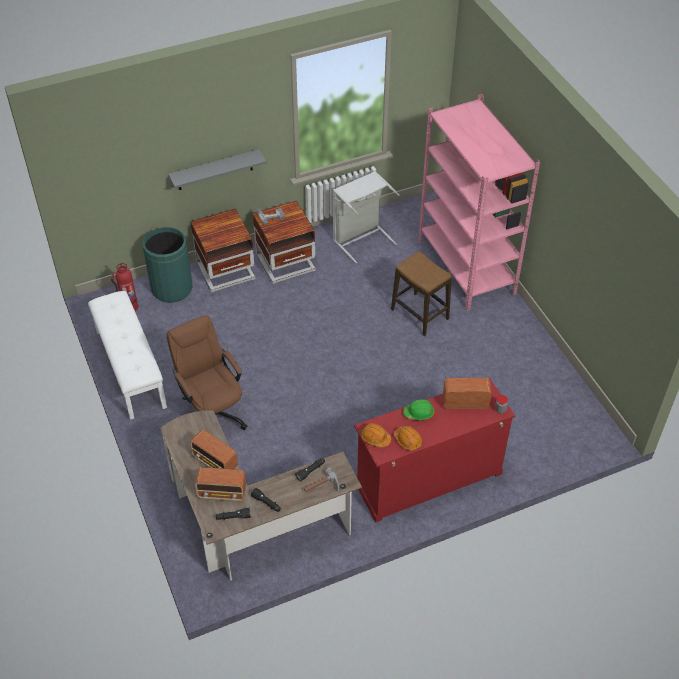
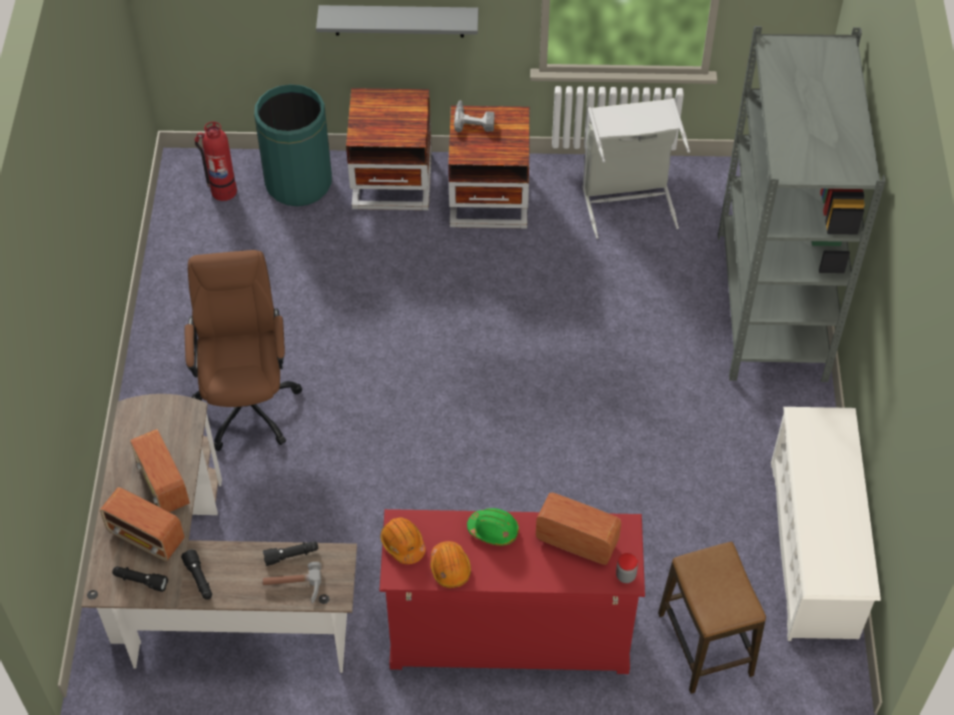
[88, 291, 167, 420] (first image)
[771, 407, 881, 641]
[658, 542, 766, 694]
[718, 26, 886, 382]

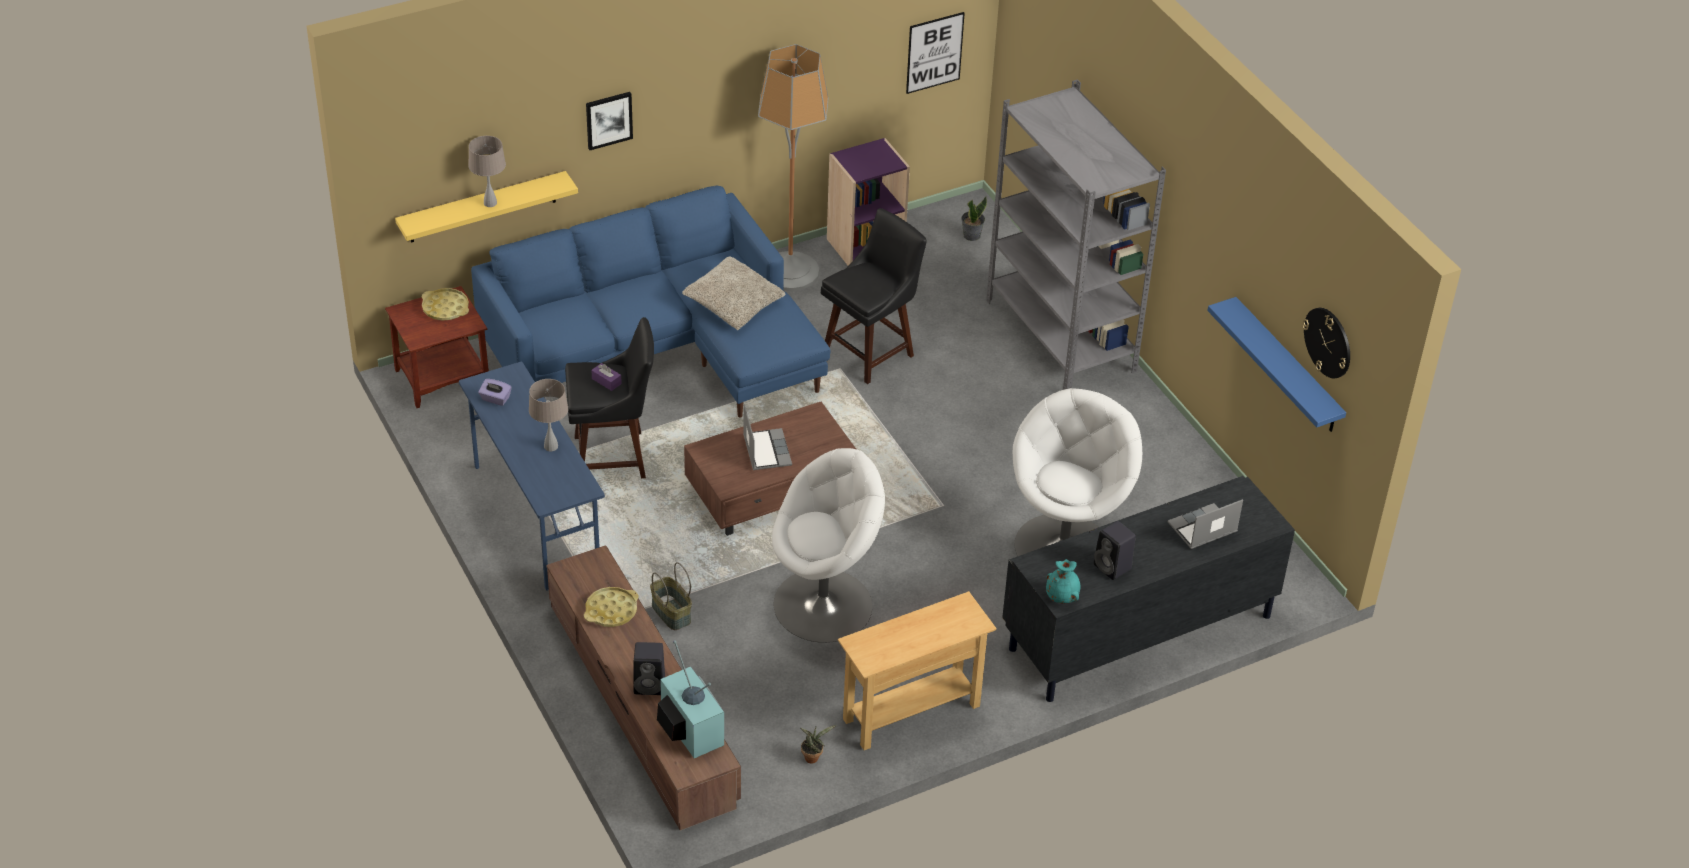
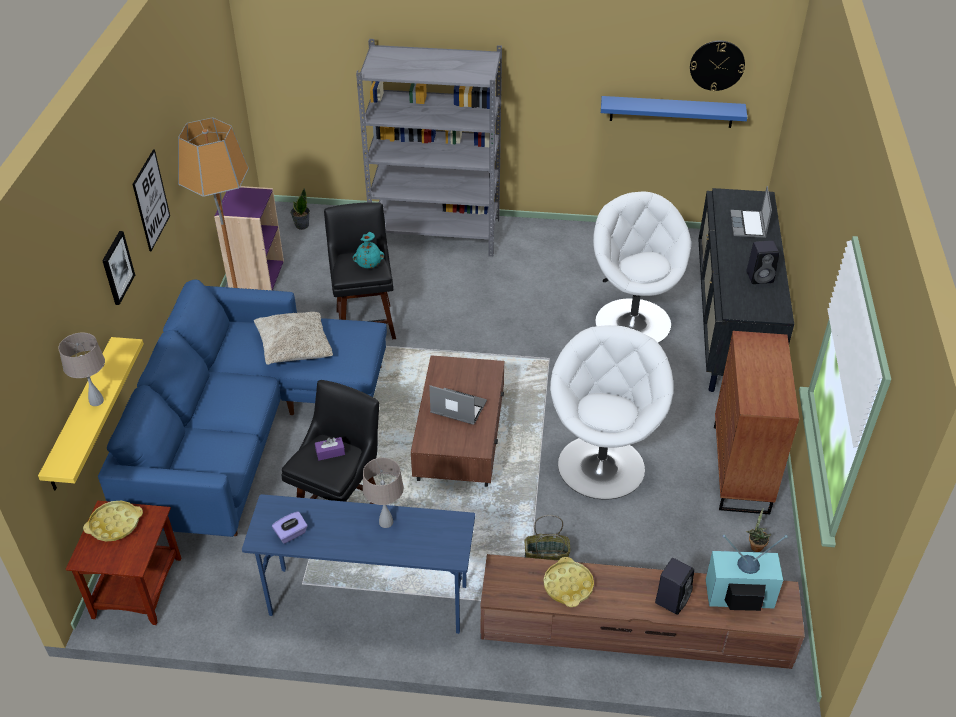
[132, 150, 170, 251]
[353, 232, 384, 268]
[714, 331, 799, 514]

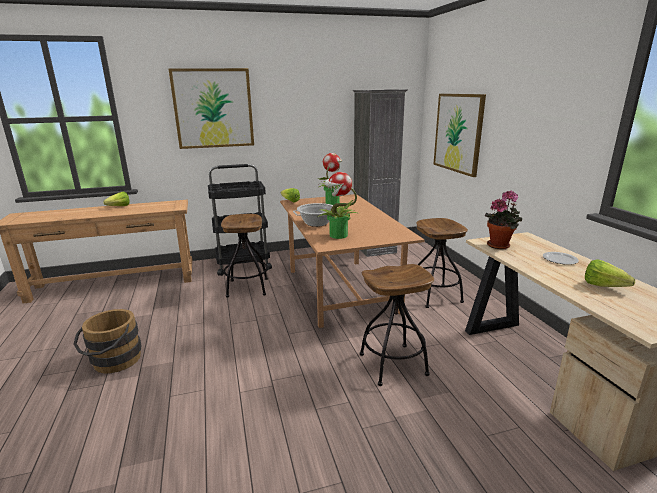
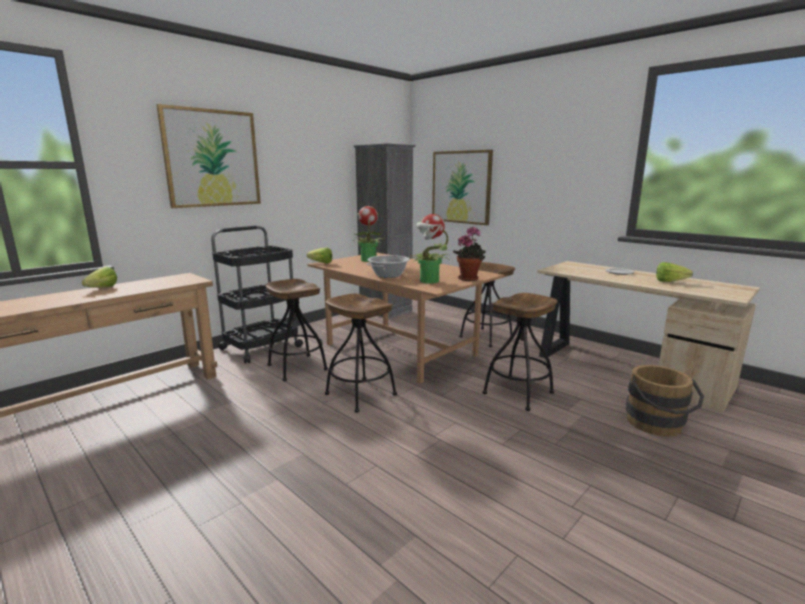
[325, 293, 397, 413]
[626, 365, 704, 436]
[453, 227, 486, 281]

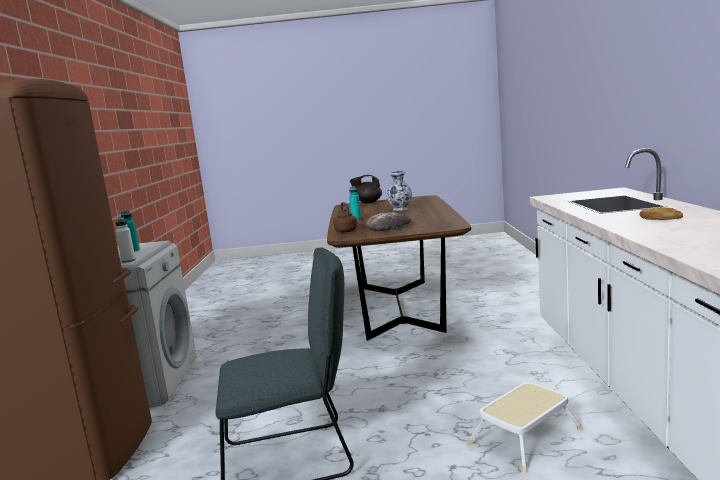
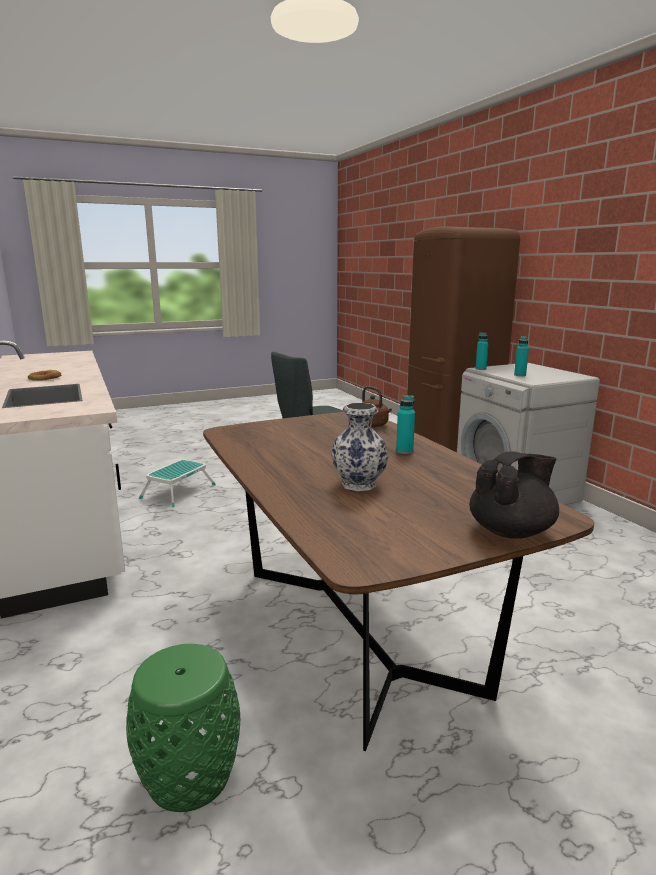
[365, 212, 412, 231] (first image)
[126, 644, 240, 812]
[475, 332, 489, 370]
[139, 459, 216, 507]

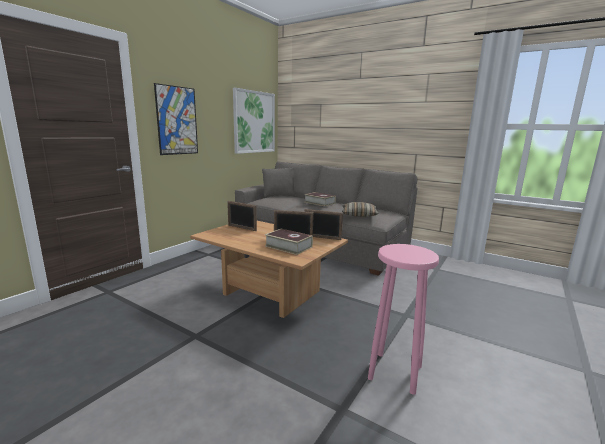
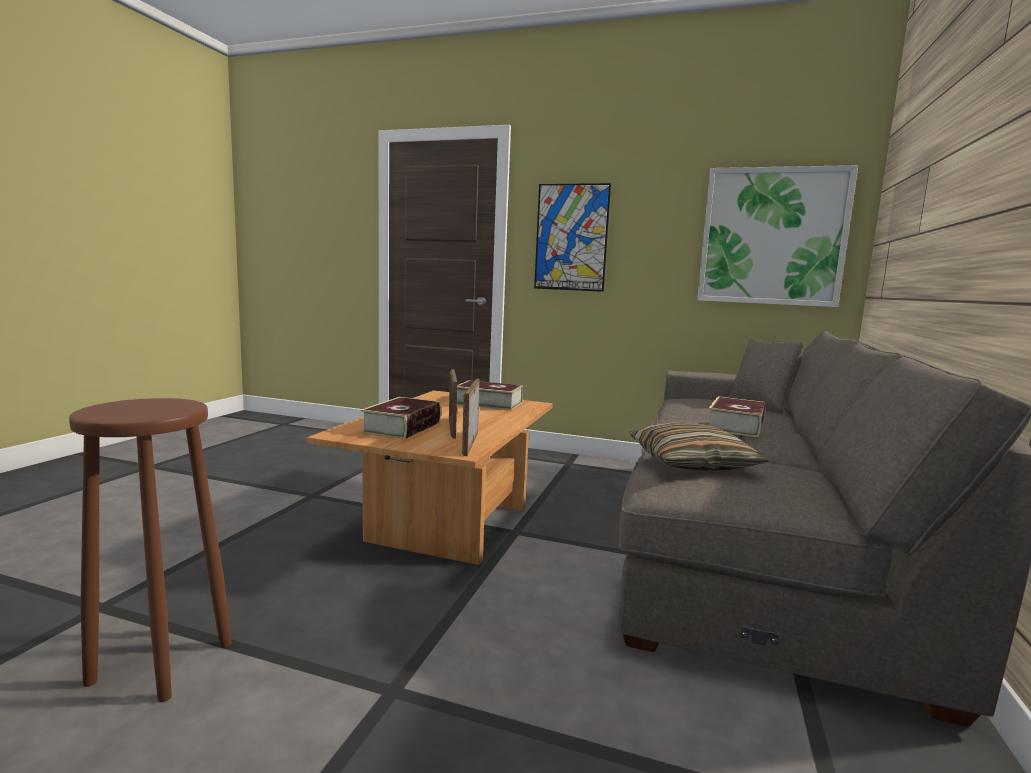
[457, 380, 523, 411]
[69, 398, 232, 702]

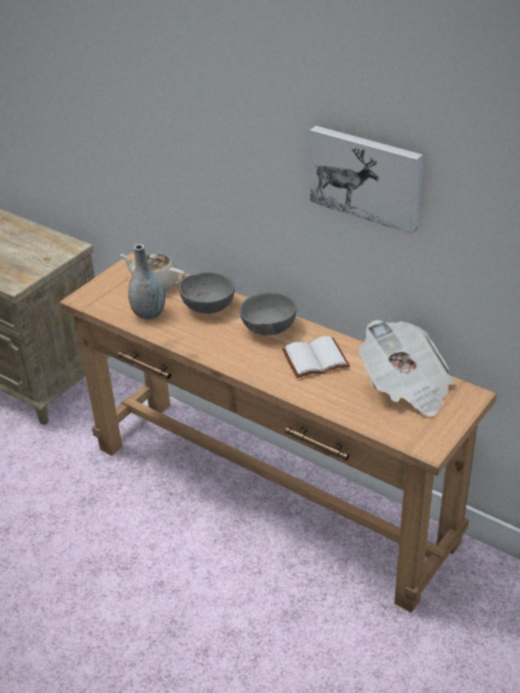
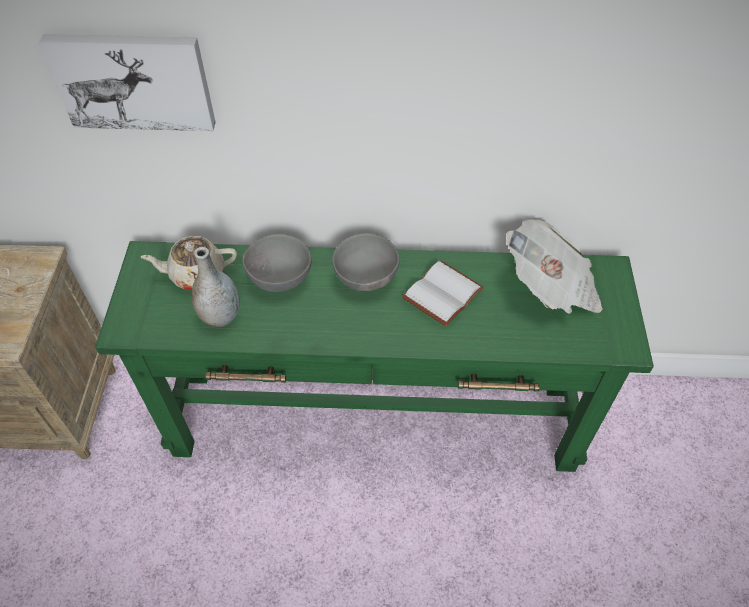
[38, 34, 216, 131]
[95, 241, 654, 472]

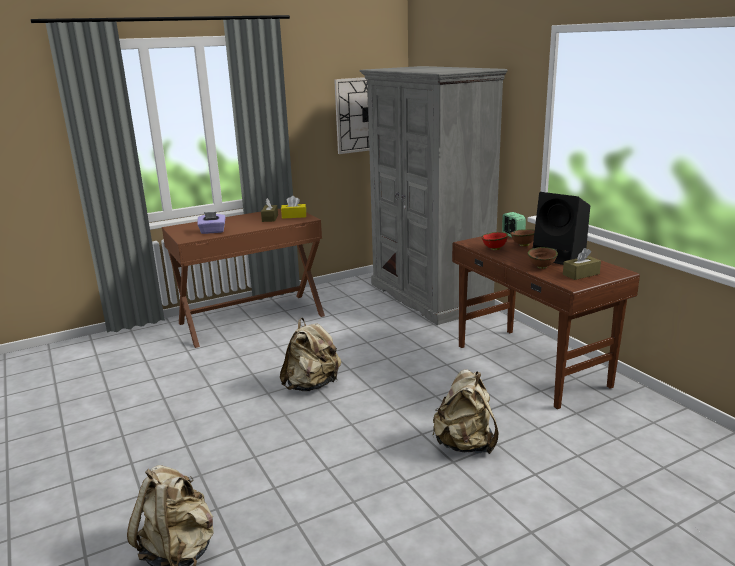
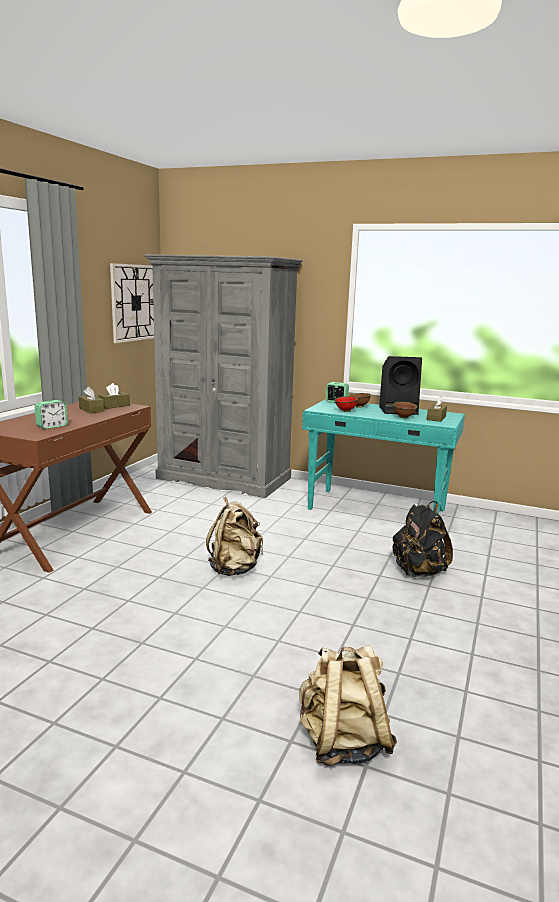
[35, 400, 68, 429]
[98, 383, 130, 409]
[393, 501, 453, 577]
[302, 399, 465, 514]

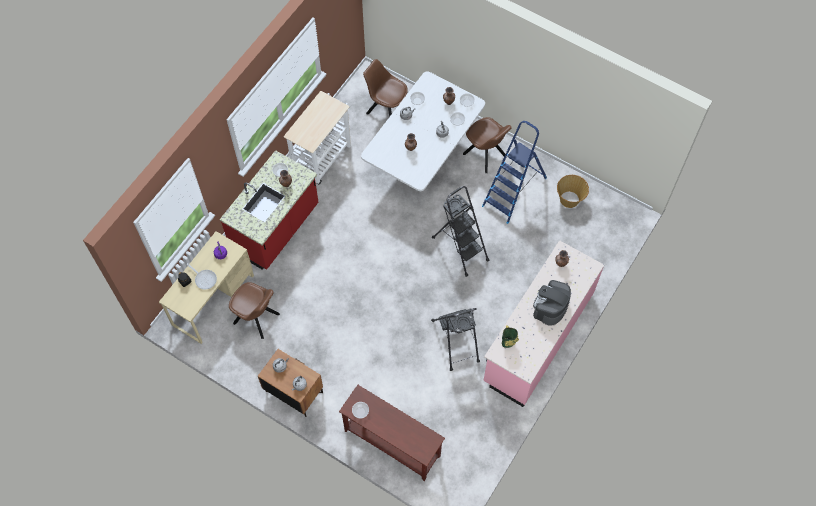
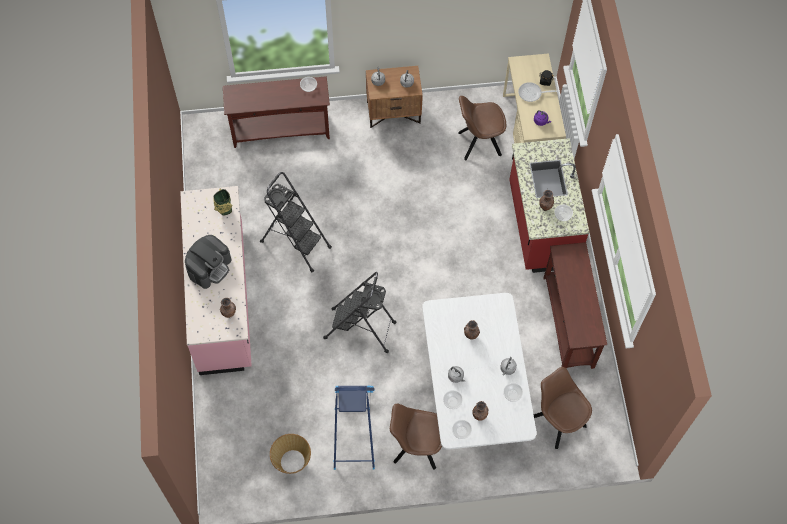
[543, 242, 607, 369]
[534, 367, 592, 449]
[185, 235, 231, 289]

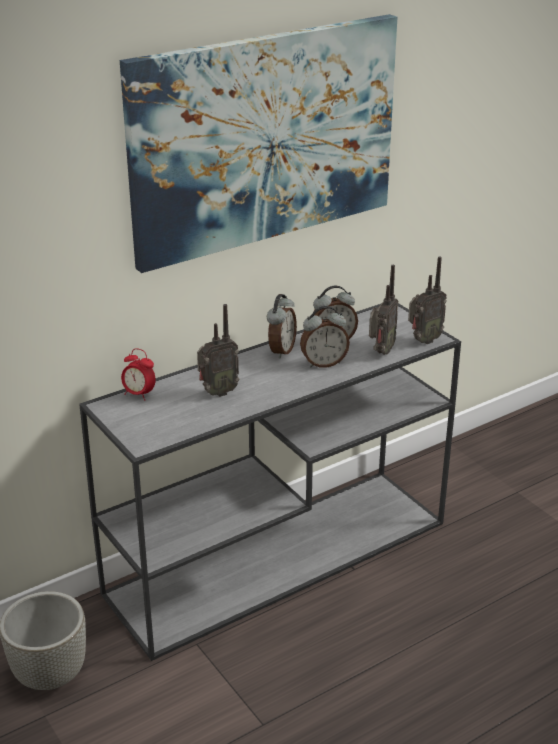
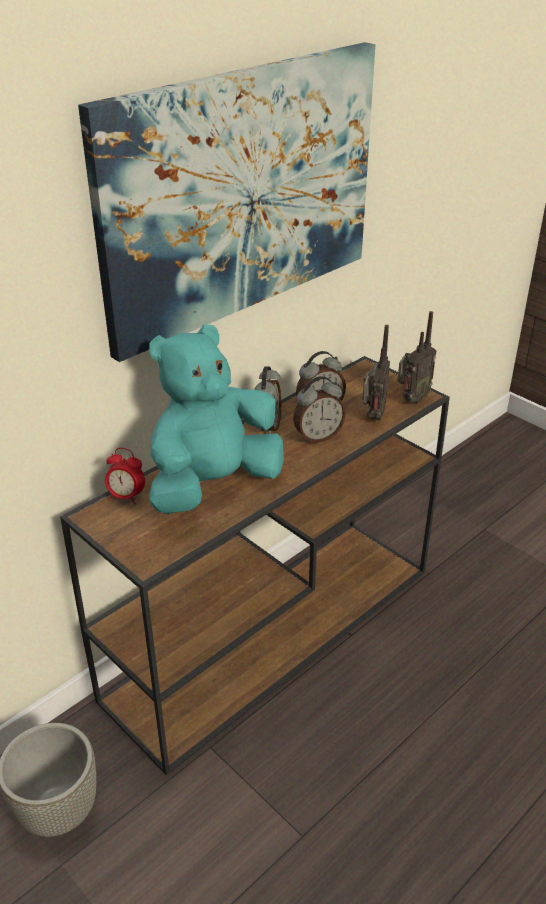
[149, 324, 284, 514]
[60, 356, 450, 776]

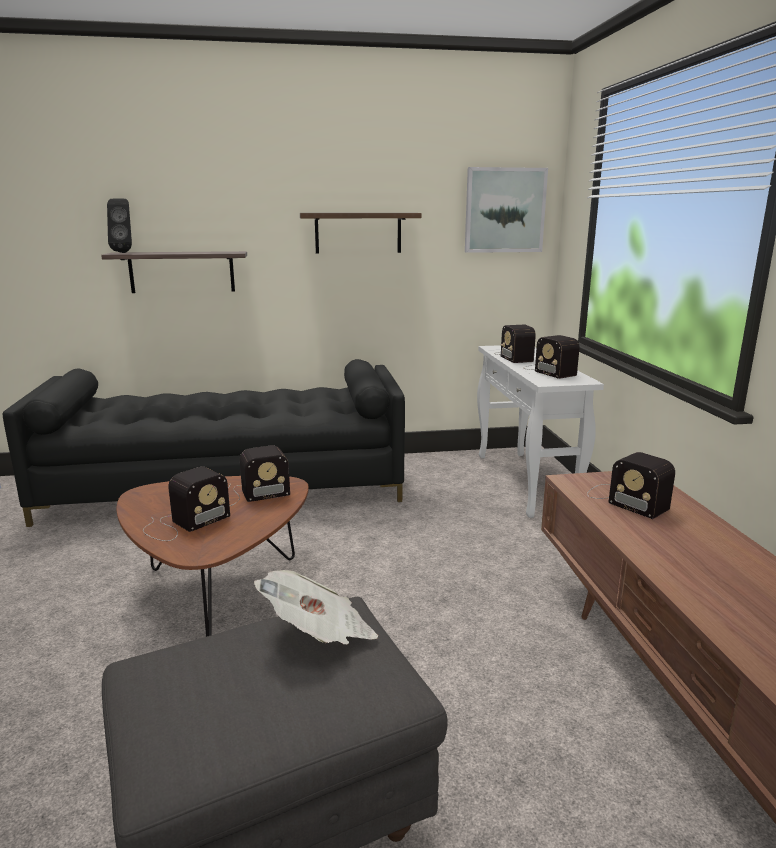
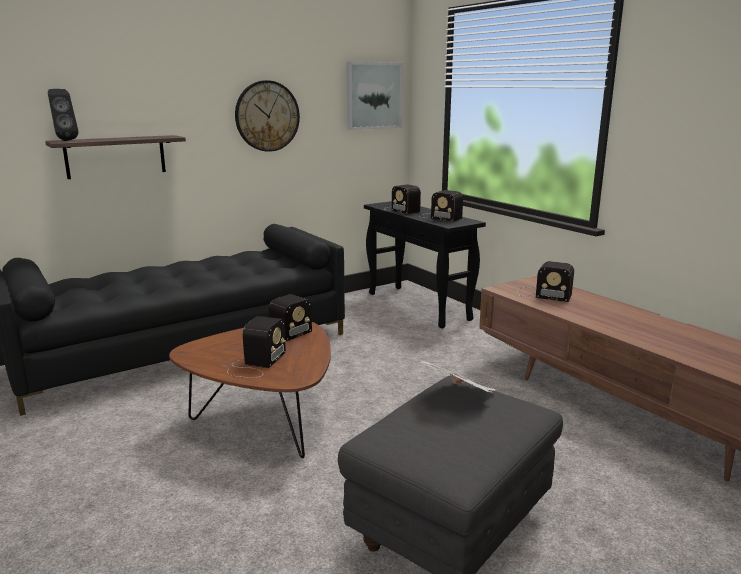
[235, 80, 300, 152]
[364, 201, 486, 329]

